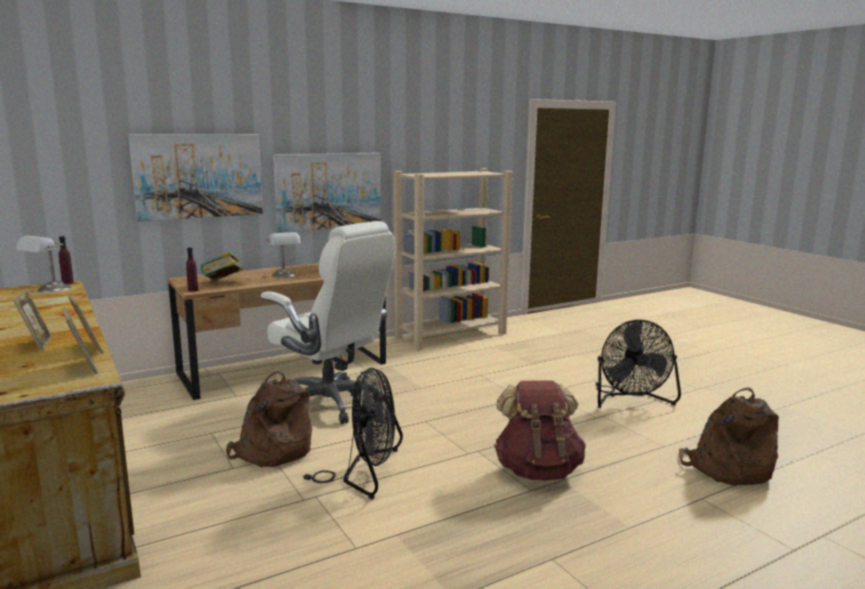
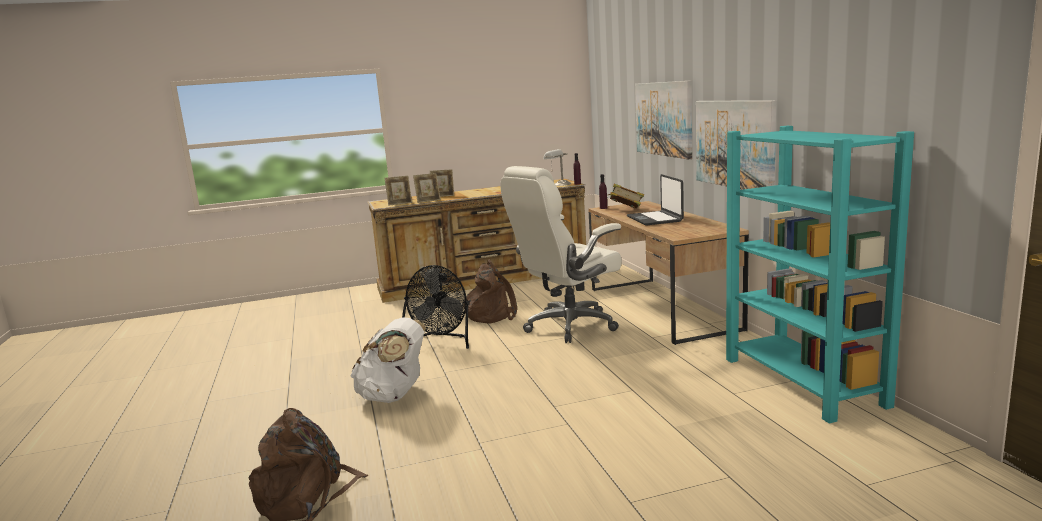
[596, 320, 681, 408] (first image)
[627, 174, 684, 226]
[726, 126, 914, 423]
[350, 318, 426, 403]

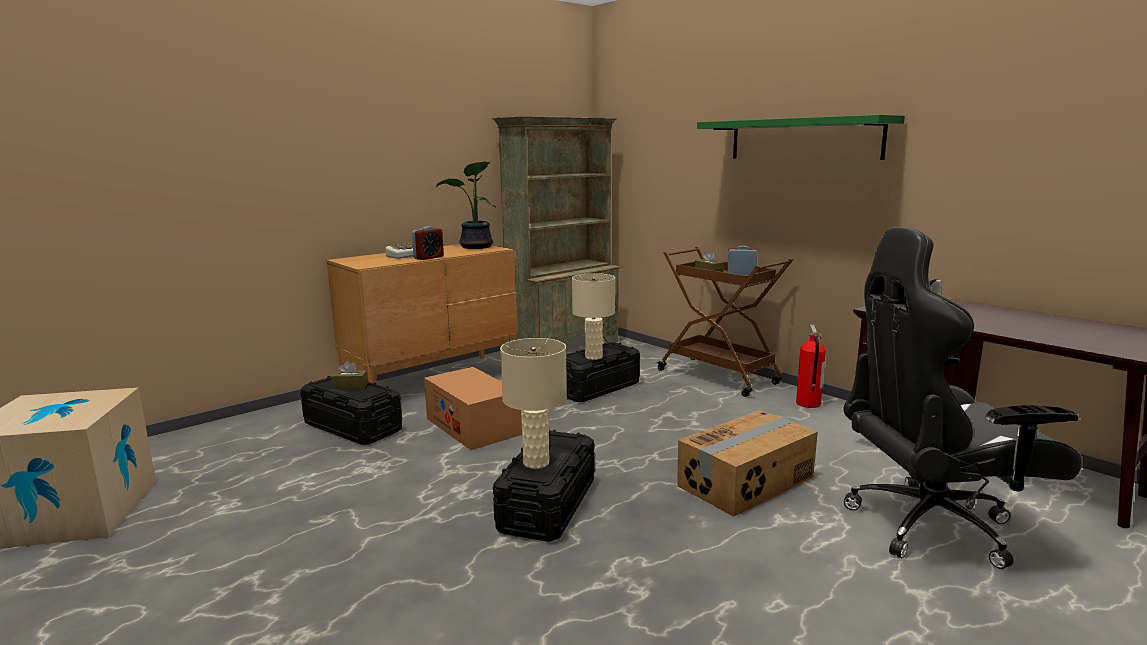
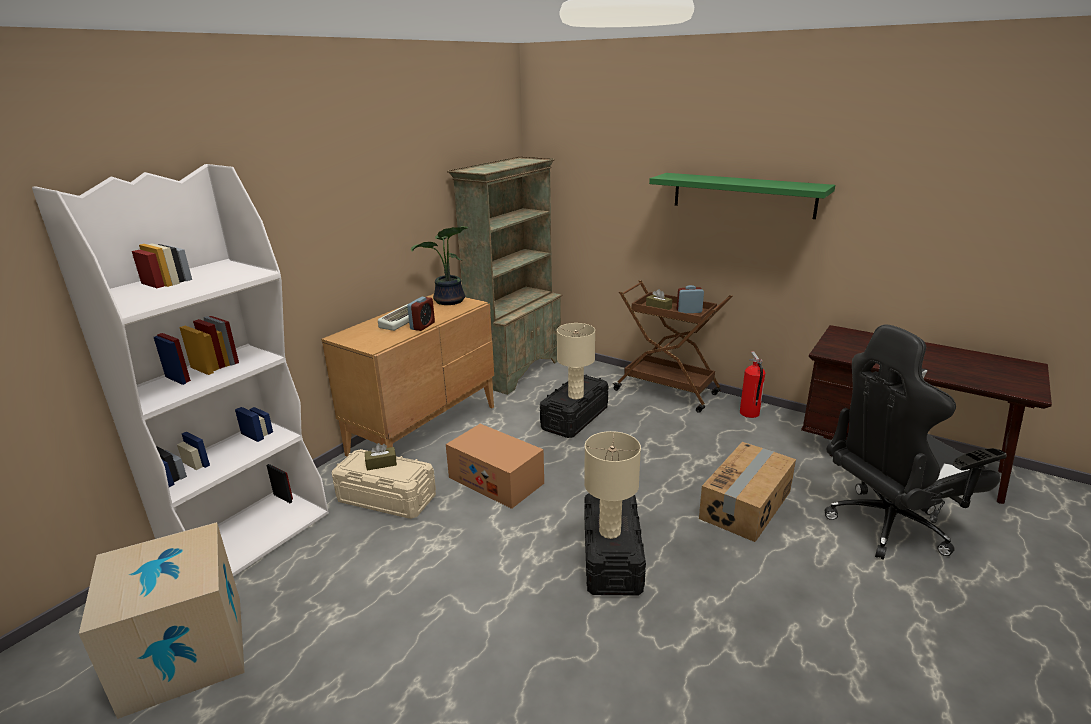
[32, 164, 329, 577]
[332, 449, 436, 519]

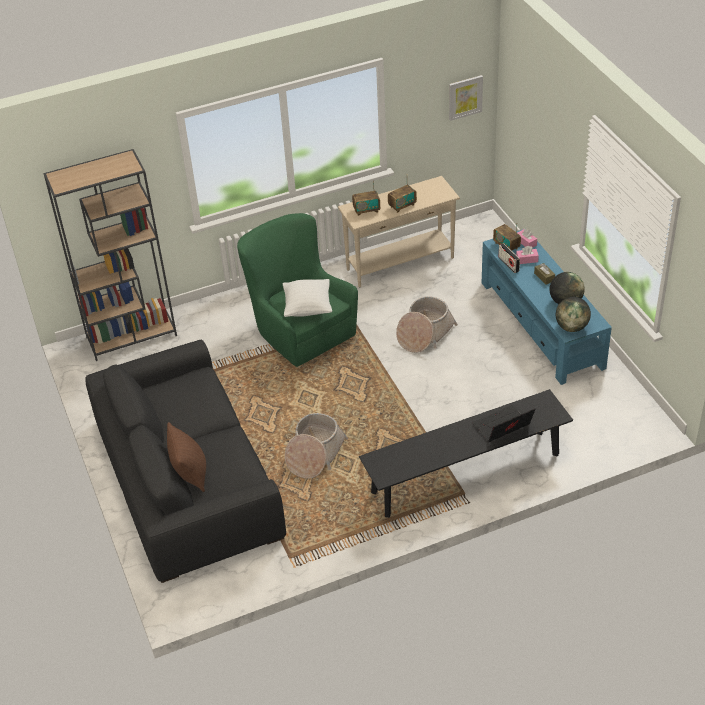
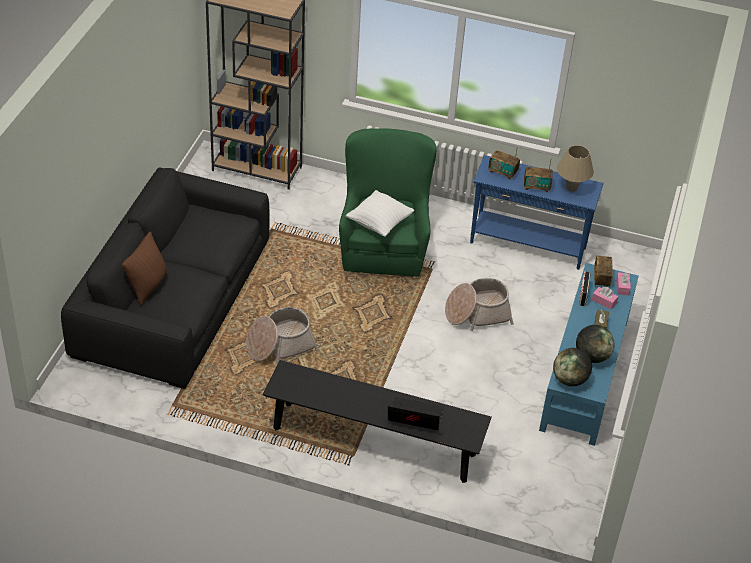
[449, 75, 483, 121] (first image)
[557, 145, 594, 192]
[470, 155, 603, 270]

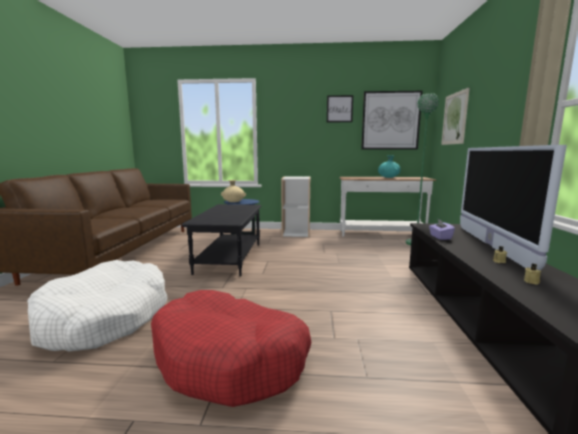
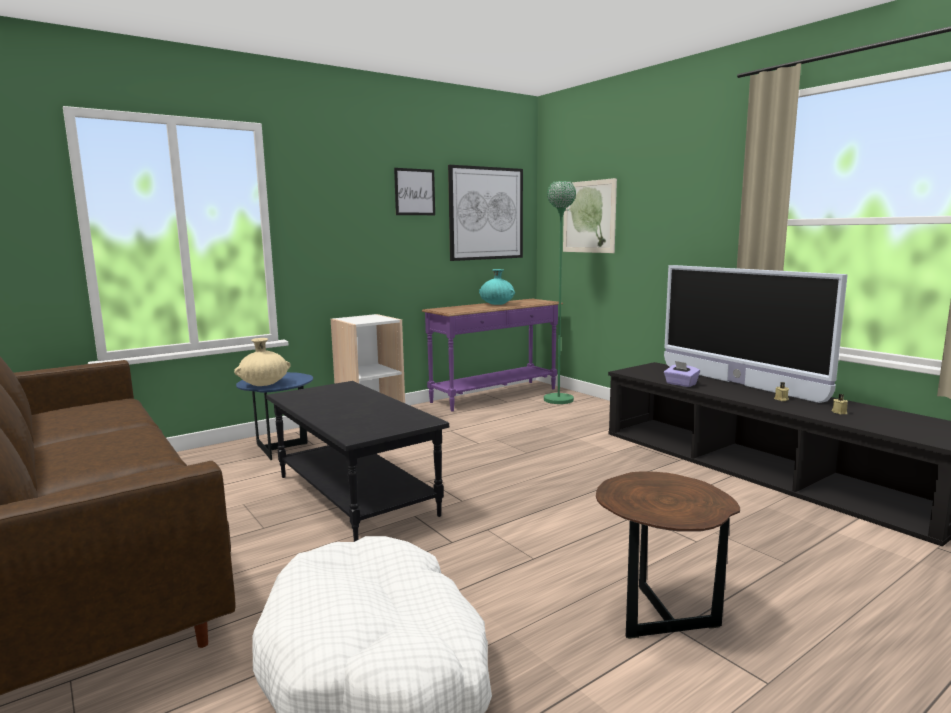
[596, 471, 740, 639]
[422, 299, 563, 411]

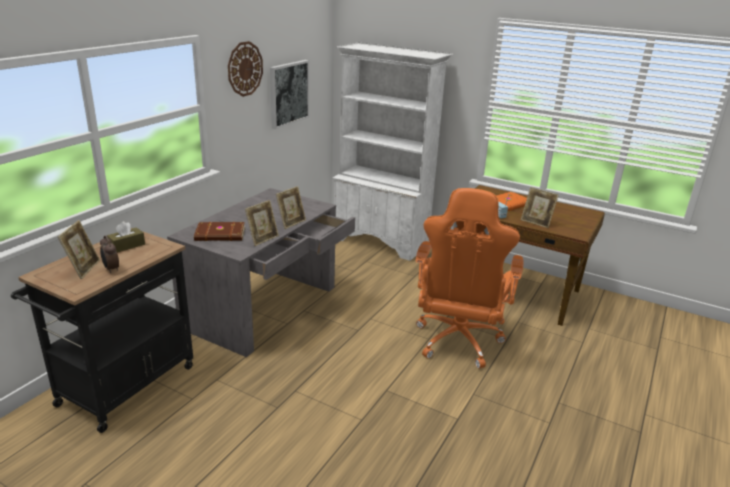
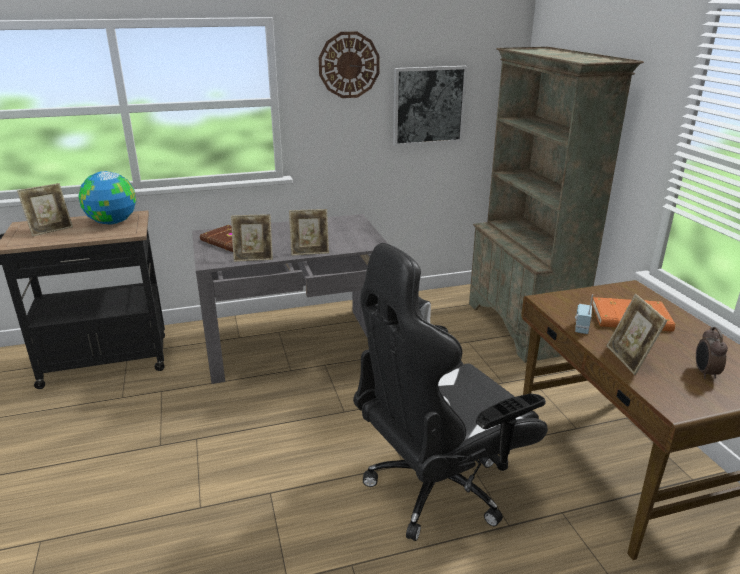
[696, 327, 728, 379]
[78, 171, 136, 224]
[469, 47, 644, 363]
[353, 243, 548, 541]

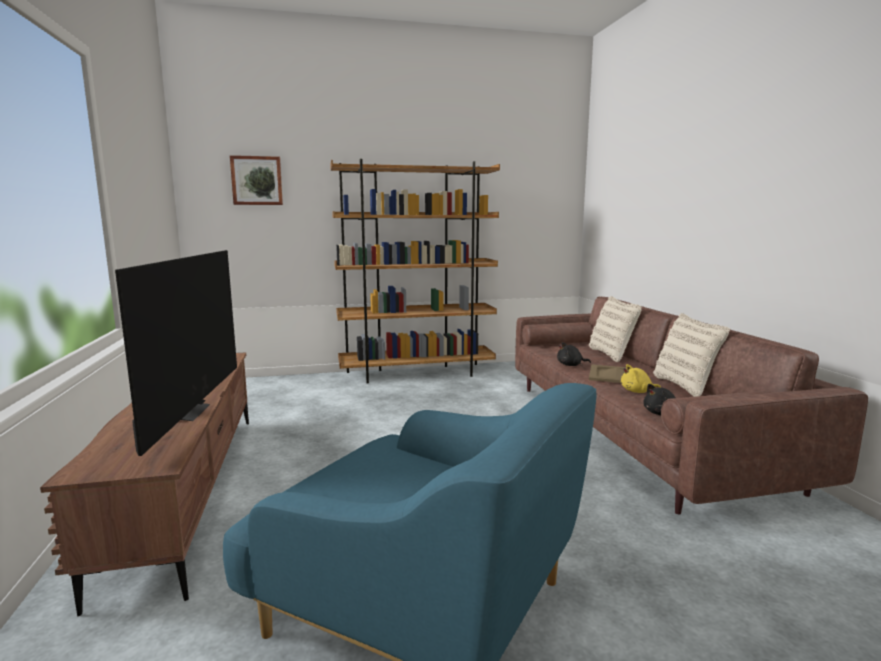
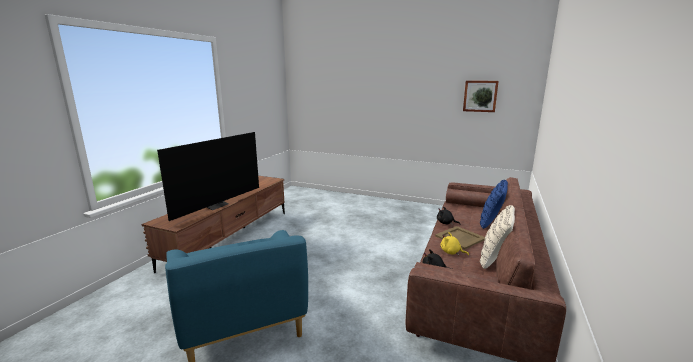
[330, 159, 500, 384] (first image)
[463, 81, 499, 112]
[480, 179, 508, 229]

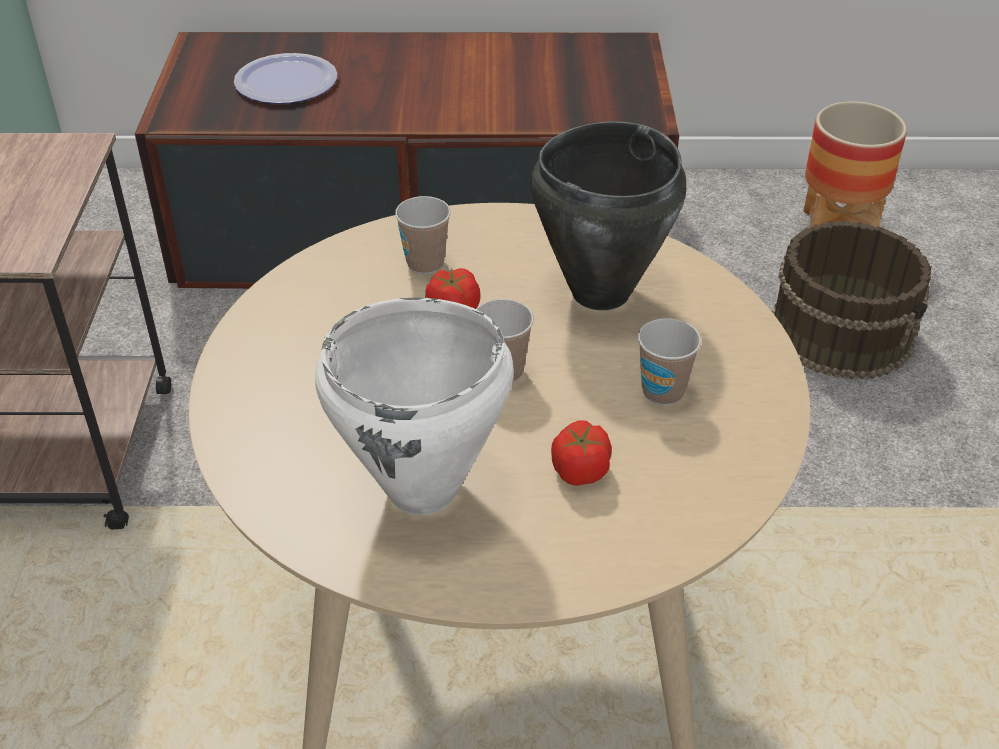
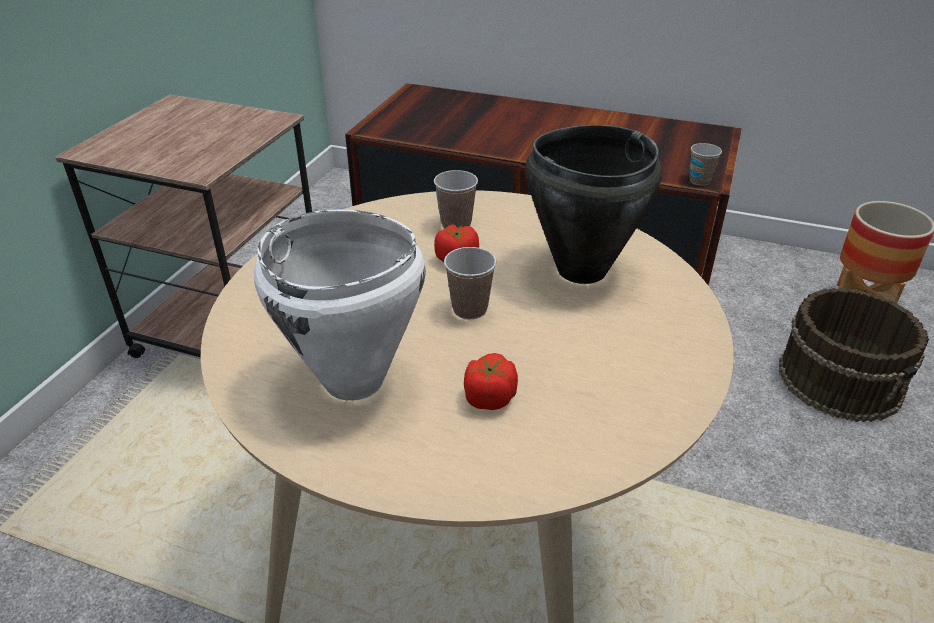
[234, 53, 337, 104] (first image)
[690, 143, 722, 186]

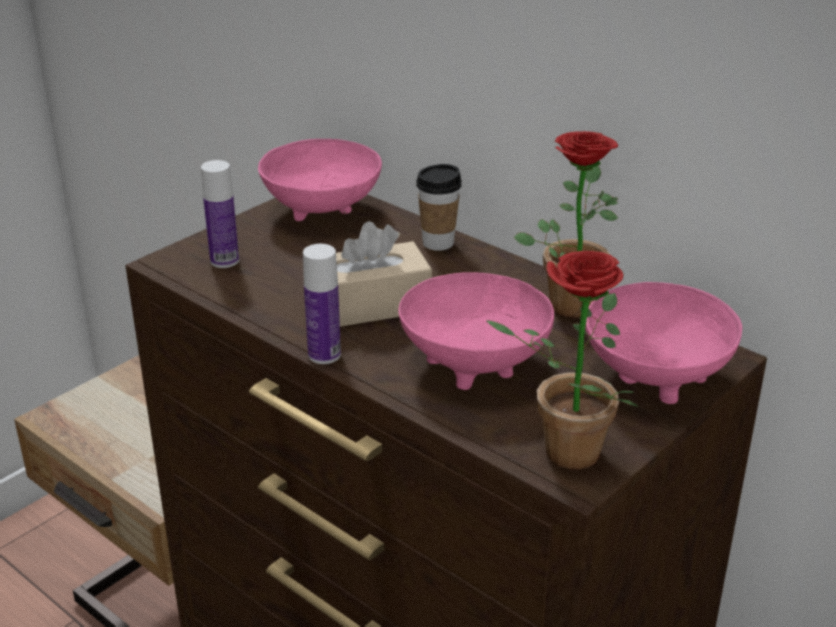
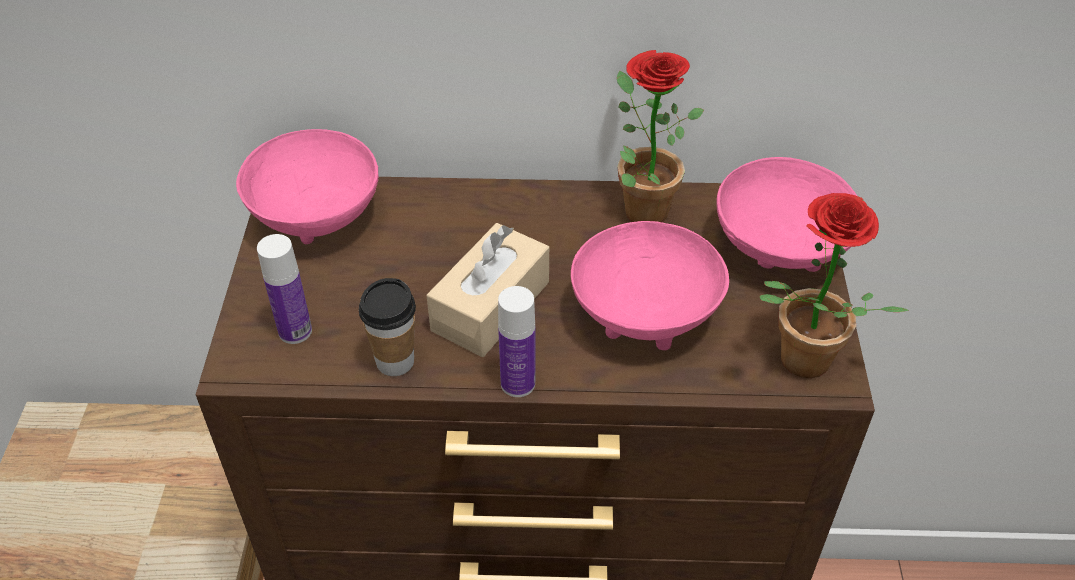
[359, 278, 416, 376]

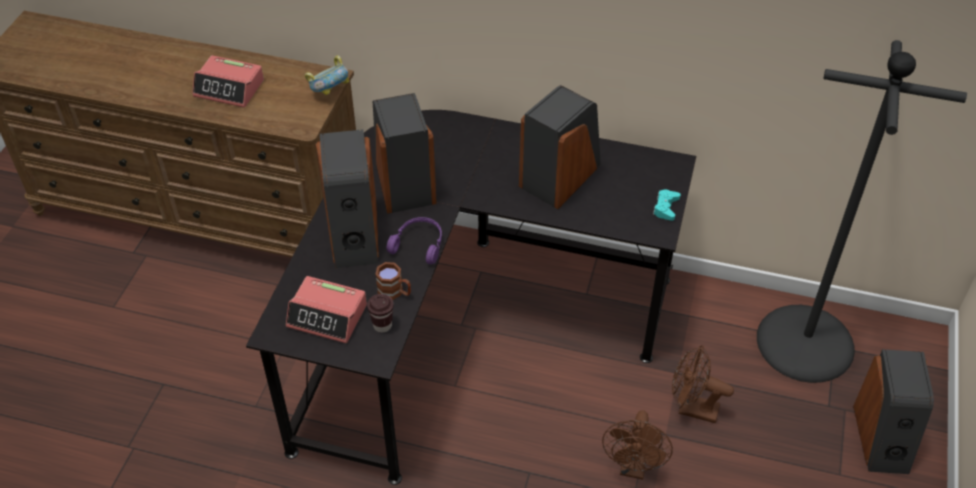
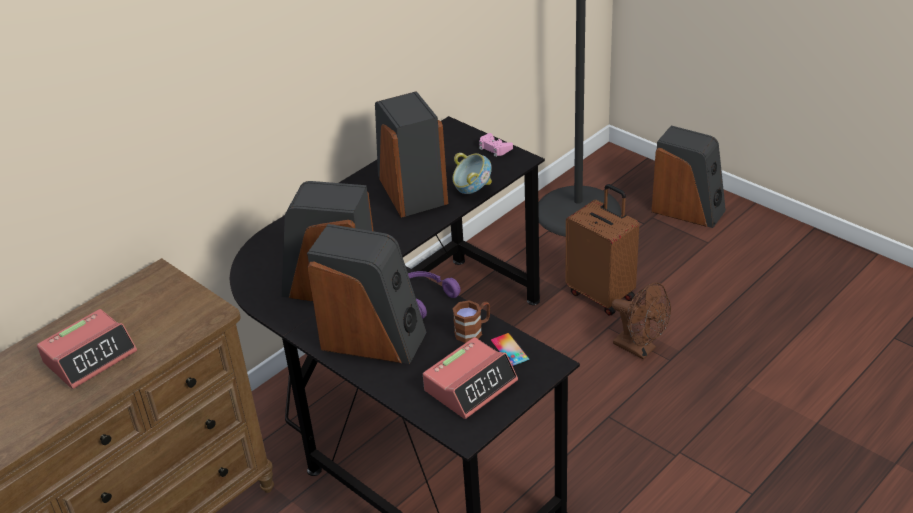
[453, 153, 492, 194]
[491, 333, 530, 367]
[565, 184, 639, 316]
[479, 133, 513, 157]

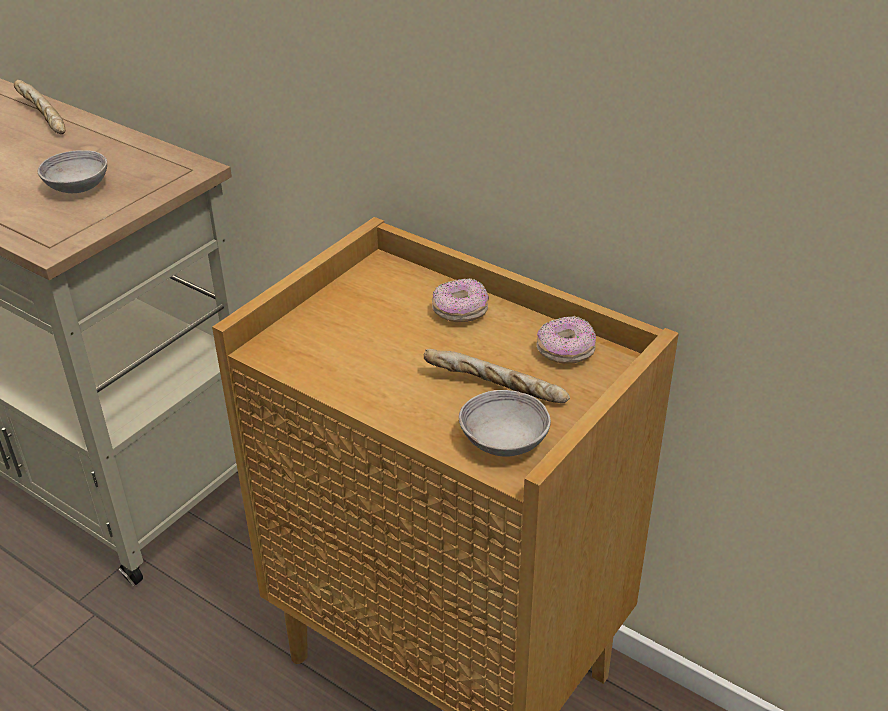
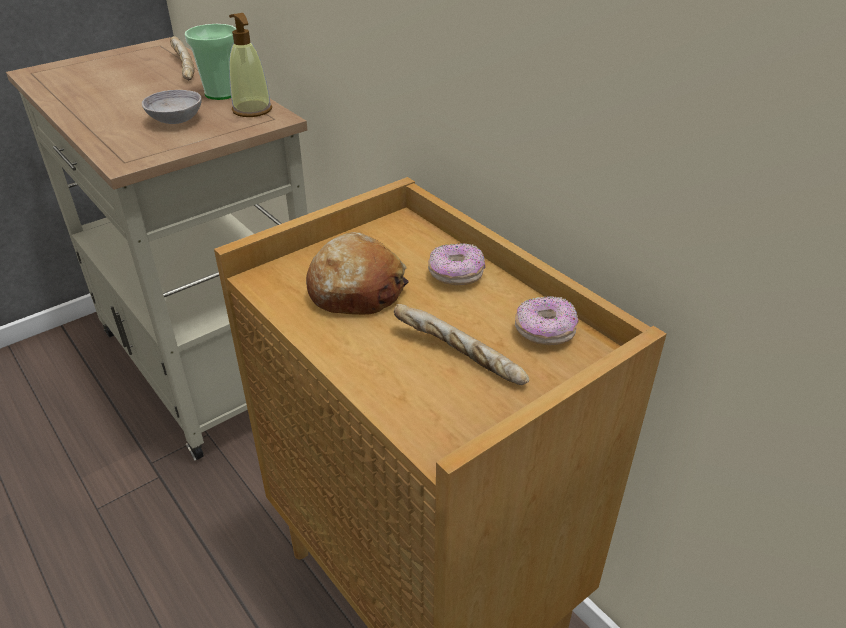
[459, 390, 551, 457] (first image)
[185, 24, 236, 100]
[229, 13, 272, 117]
[306, 232, 409, 315]

